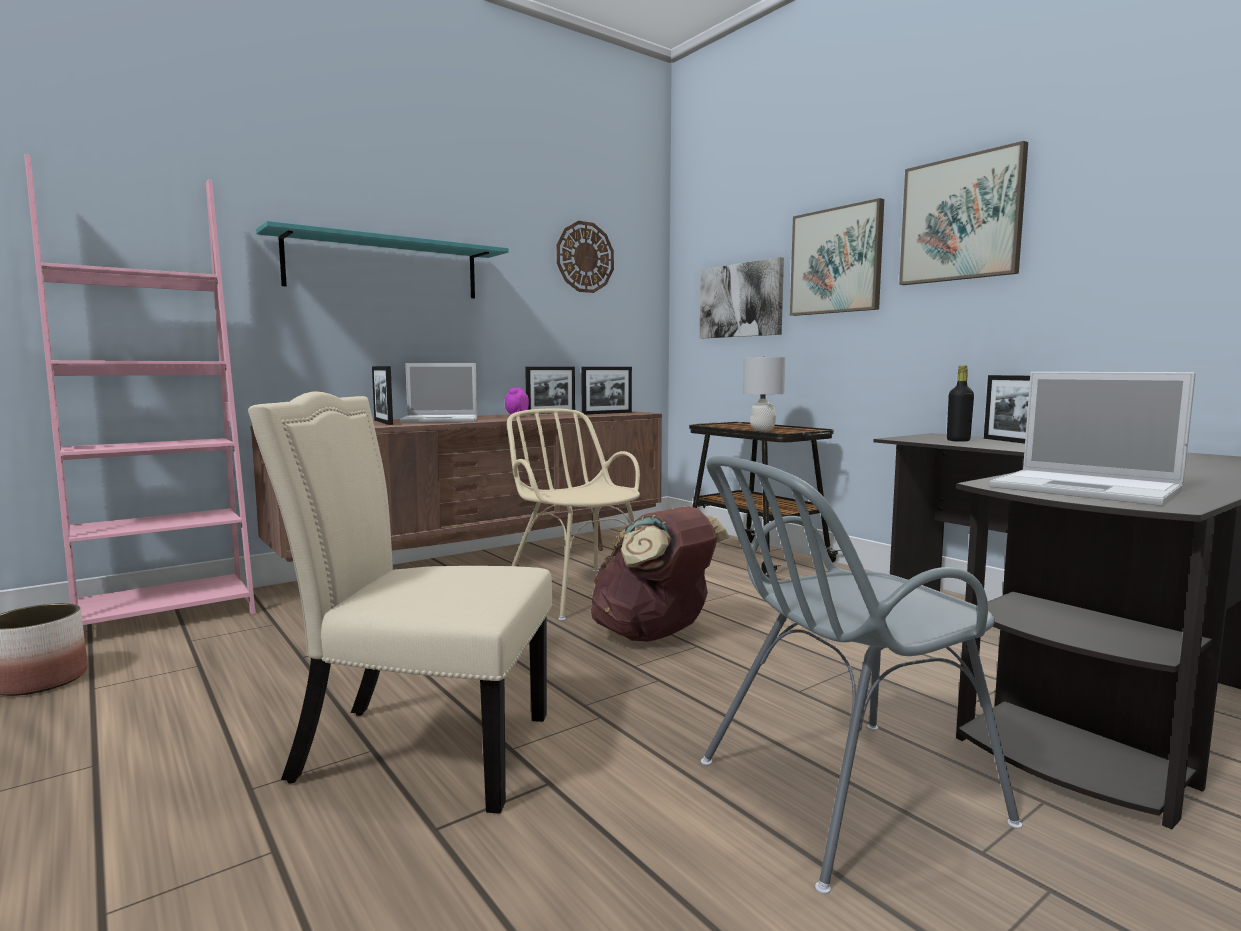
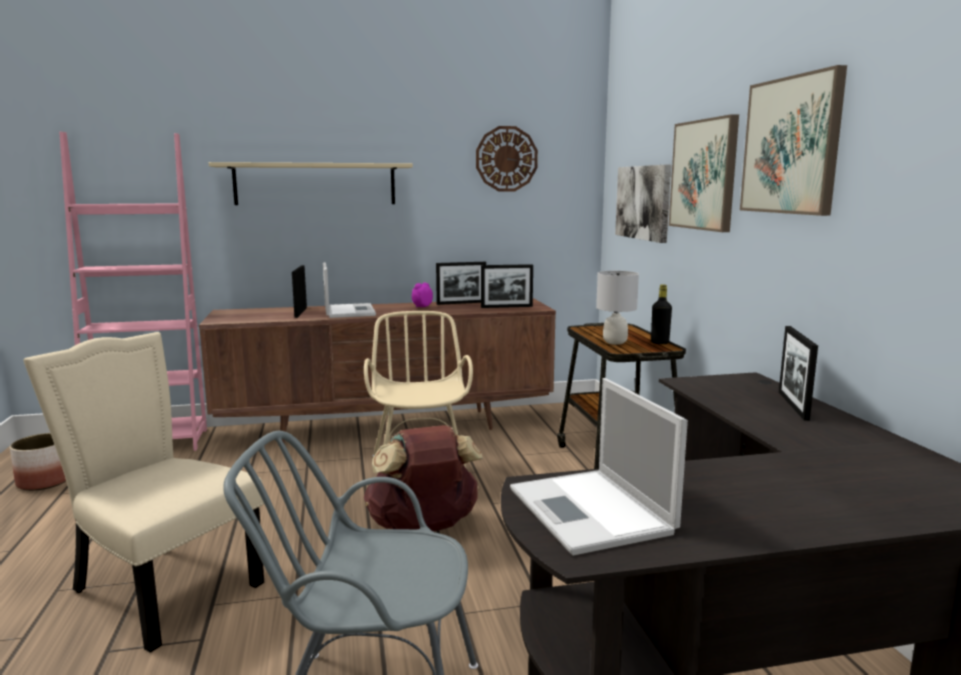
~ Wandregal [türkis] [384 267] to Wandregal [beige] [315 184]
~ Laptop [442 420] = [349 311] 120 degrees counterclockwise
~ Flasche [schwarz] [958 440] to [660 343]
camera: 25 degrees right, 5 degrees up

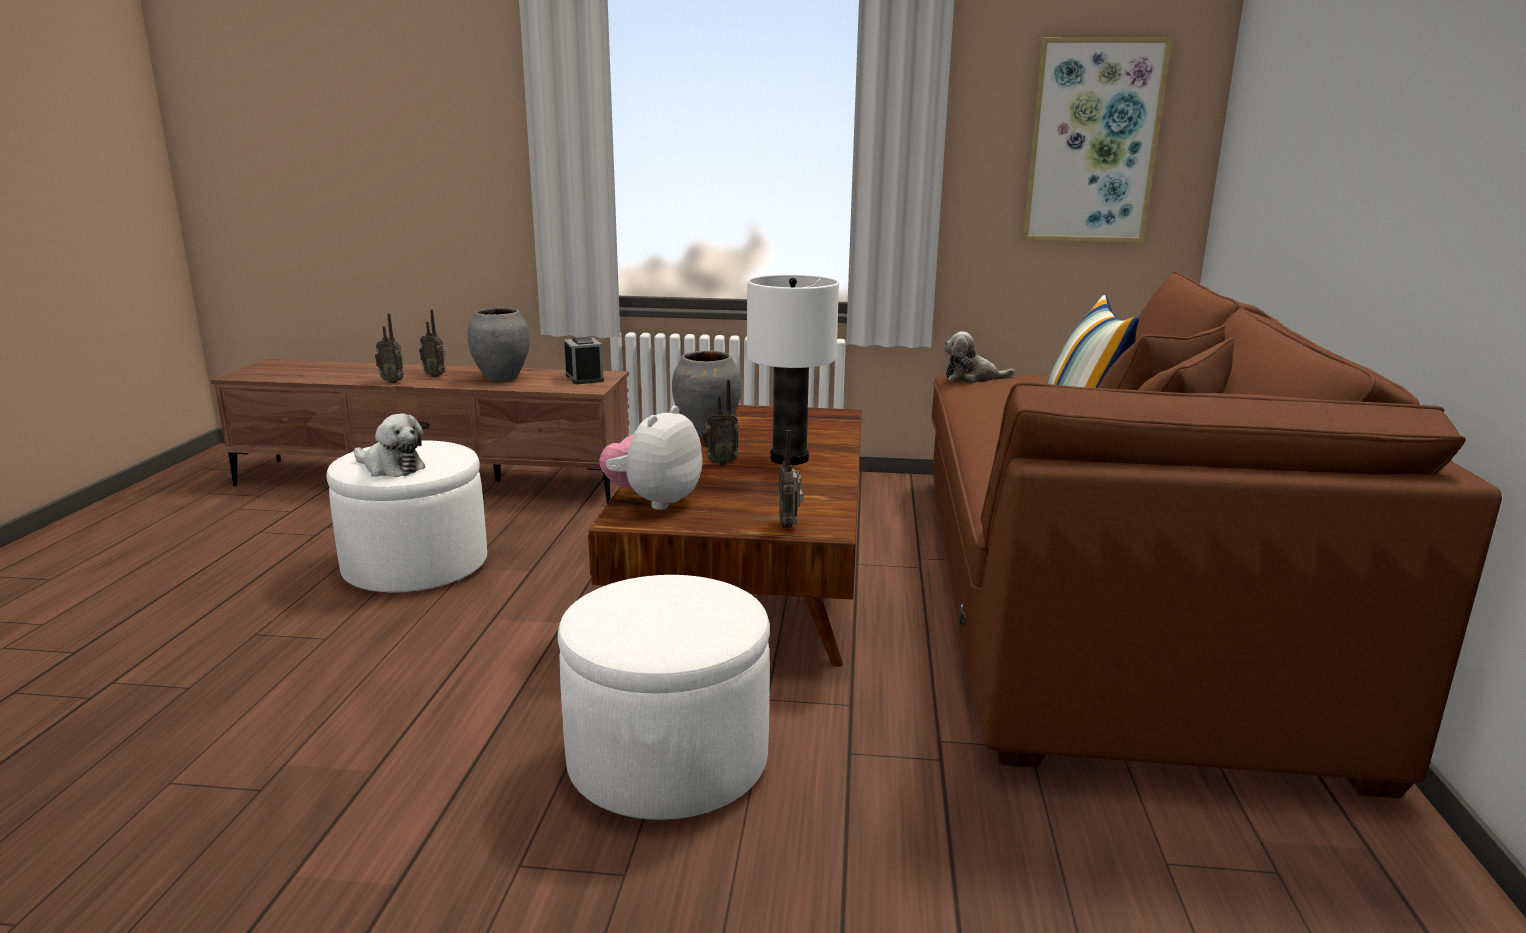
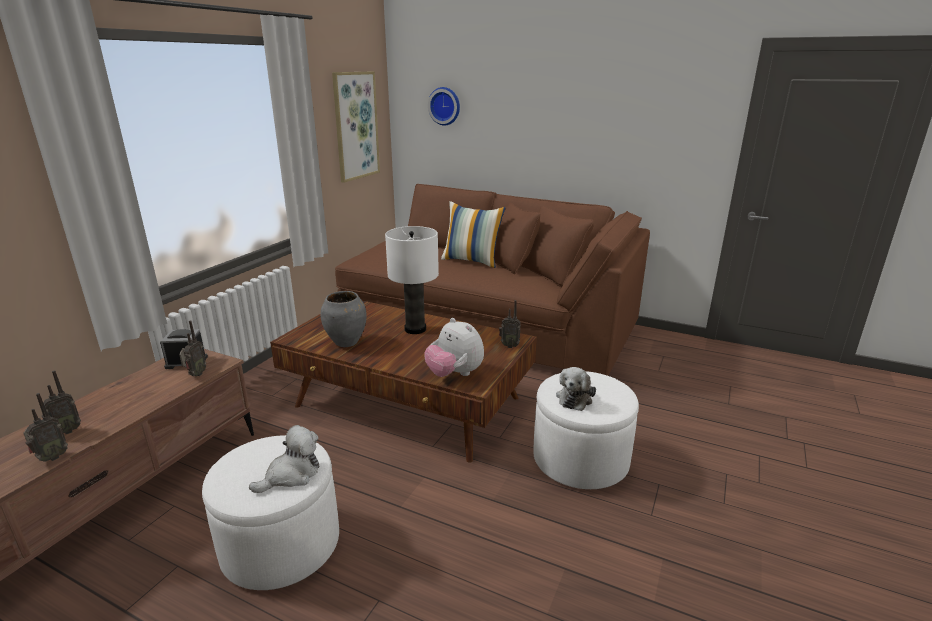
- Vase [grau] [501 378]
~ Plüschtier [972 378] to [575 397]
~ Radio [720 463] to [195 375]
+ Wanduhr [445 106]
camera: 70 degrees left, 5 degrees up

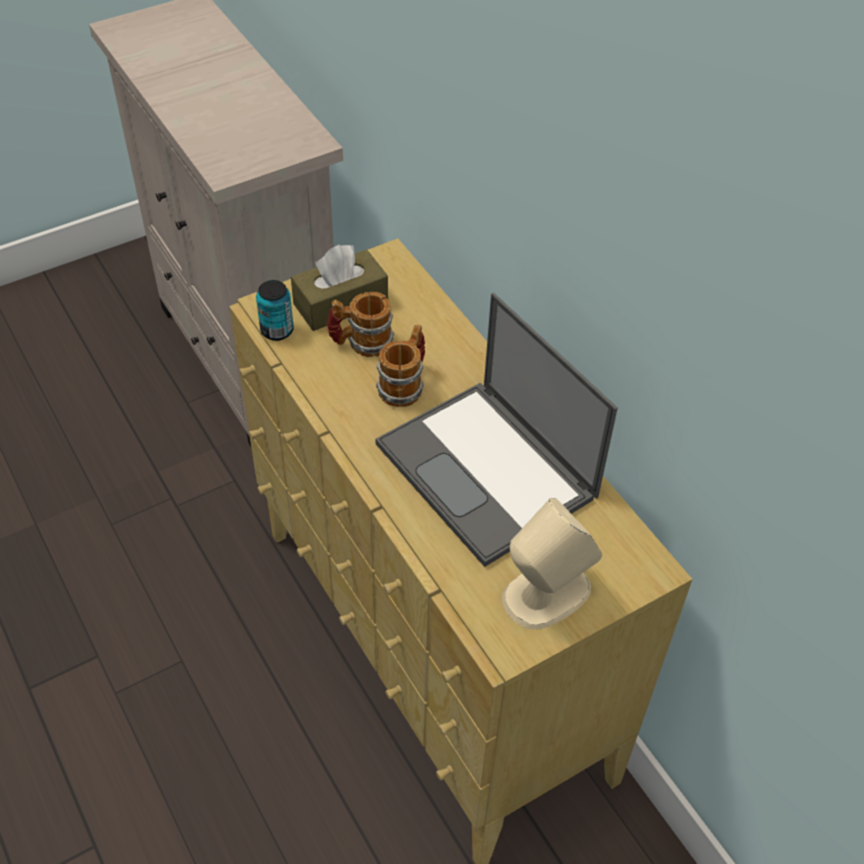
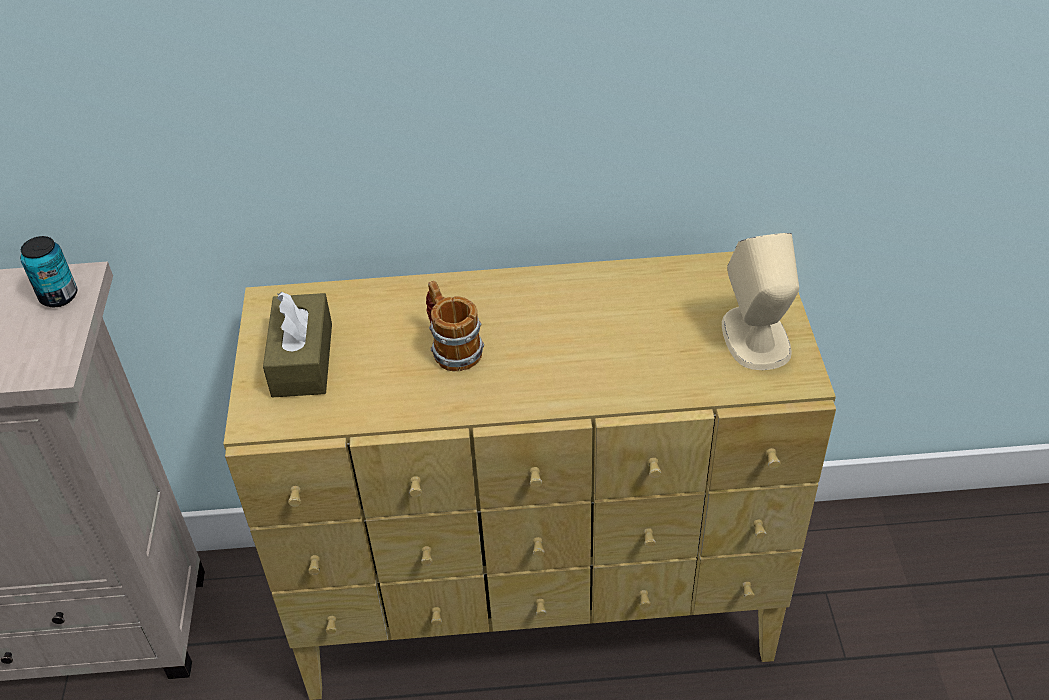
~ Dose [277 330] to [59 296]
- Henkelbecher [361 343]
- Laptop [488 471]
camera: 60 degrees left, 5 degrees down

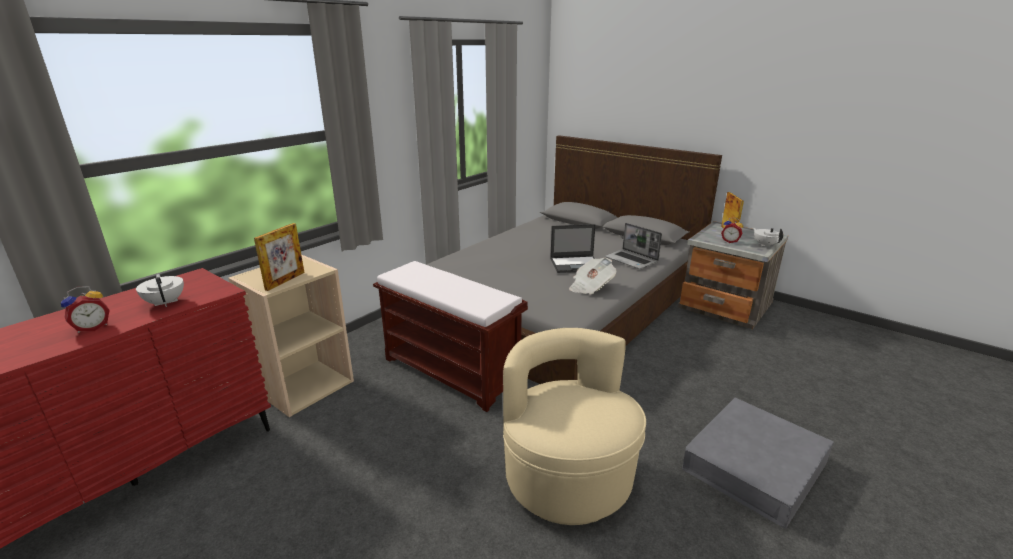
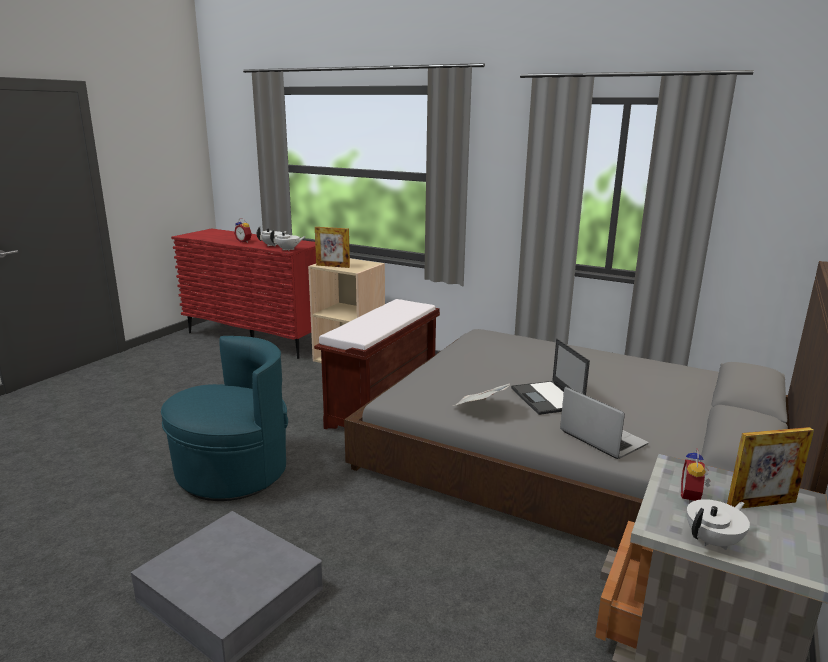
~ Laptop [632 260] = [601 438] 105 degrees clockwise
~ Sessel [beige] [569 479] to Sessel [türkis] [231 472]
+ Teekanne [weiß] [288 249]
camera: 80 degrees right, 5 degrees down

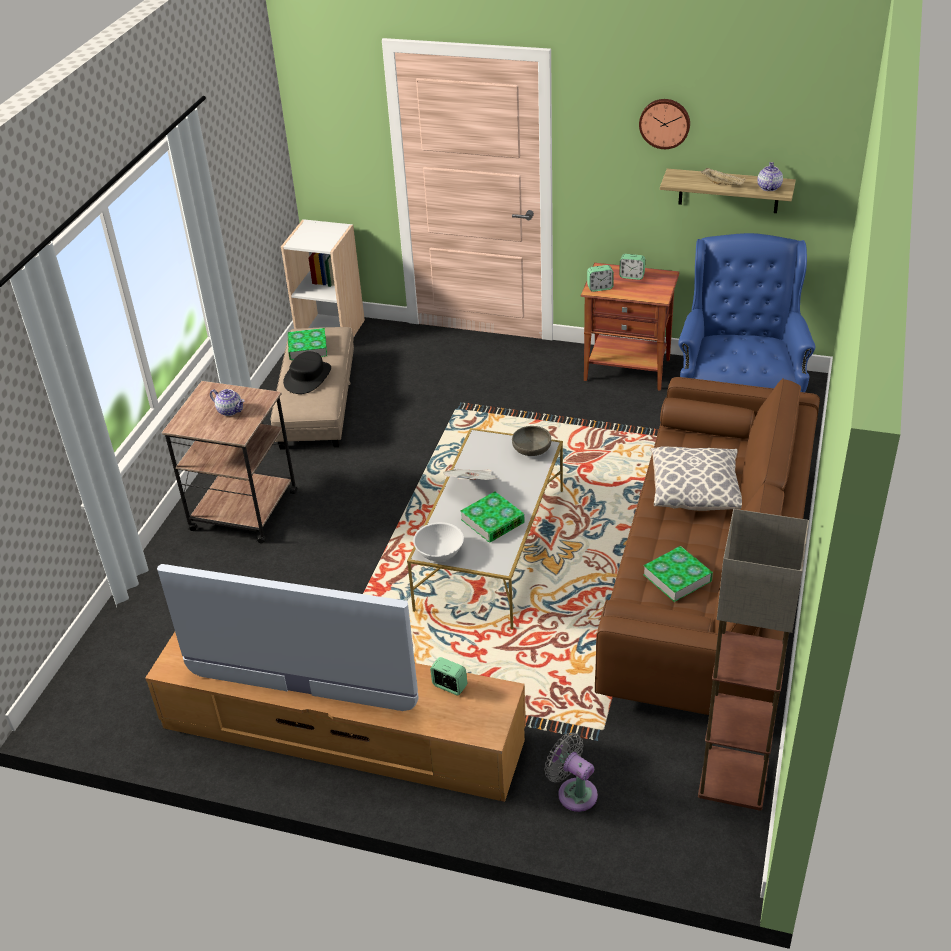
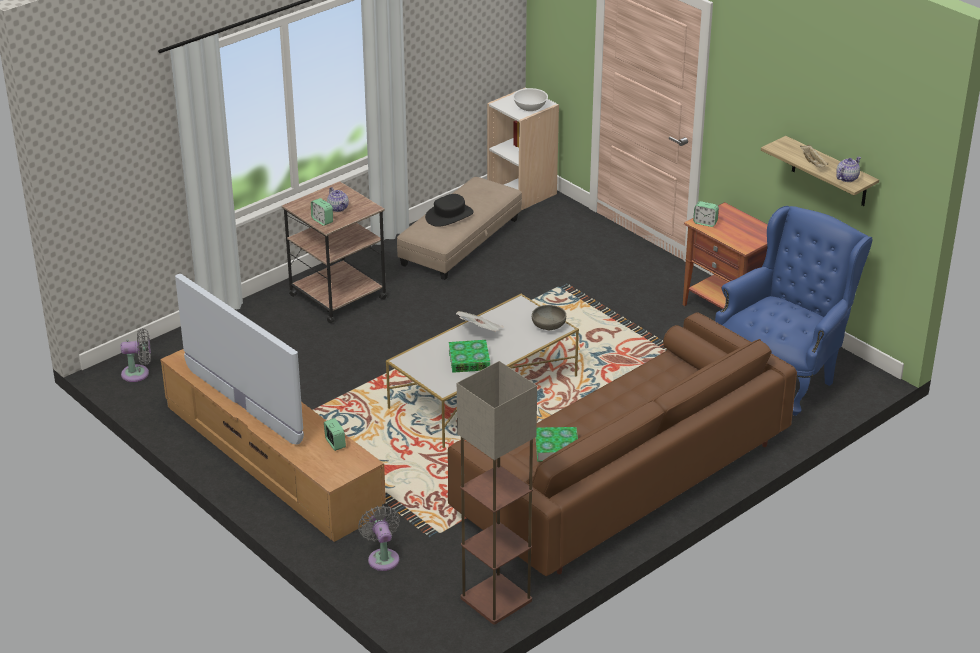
- Wanduhr [665 123]
~ Wecker [632 276] to [322 220]
- Buch [307 348]
- Kissen [695 491]
~ Schüssel [weiß] [439 552] to [530 107]
+ Ventilator [grau] [138 373]
camera: 30 degrees right, 5 degrees down

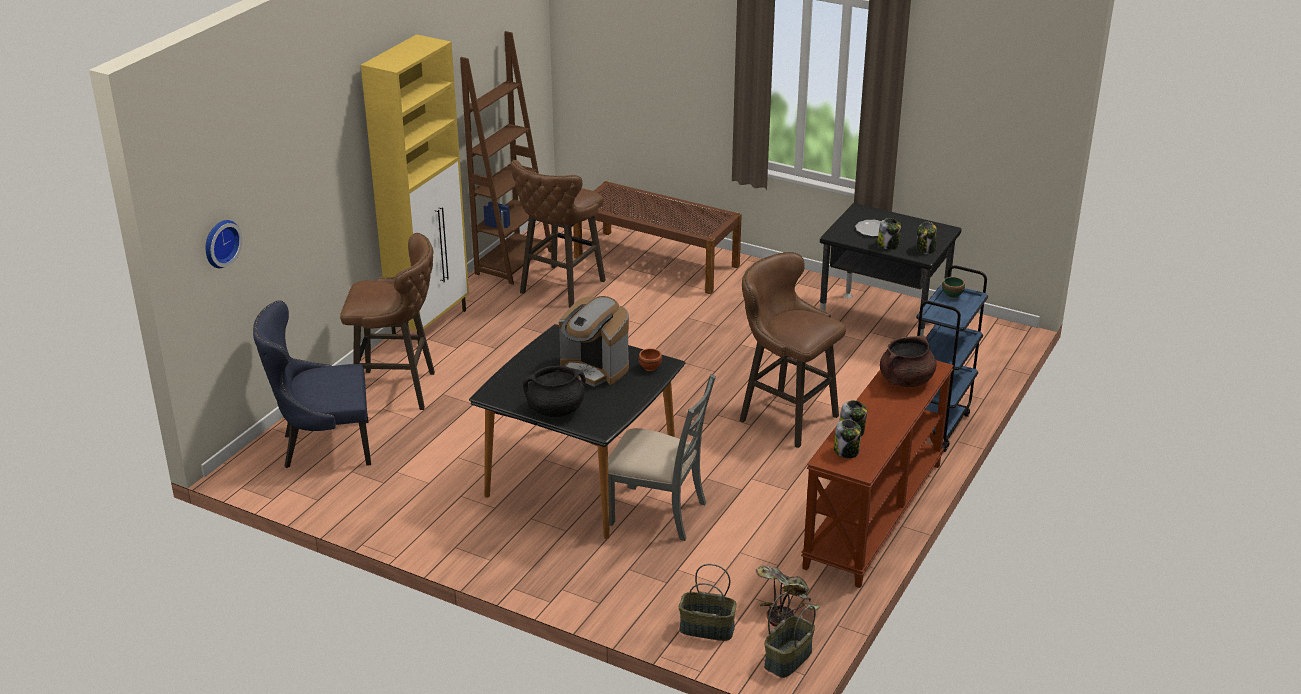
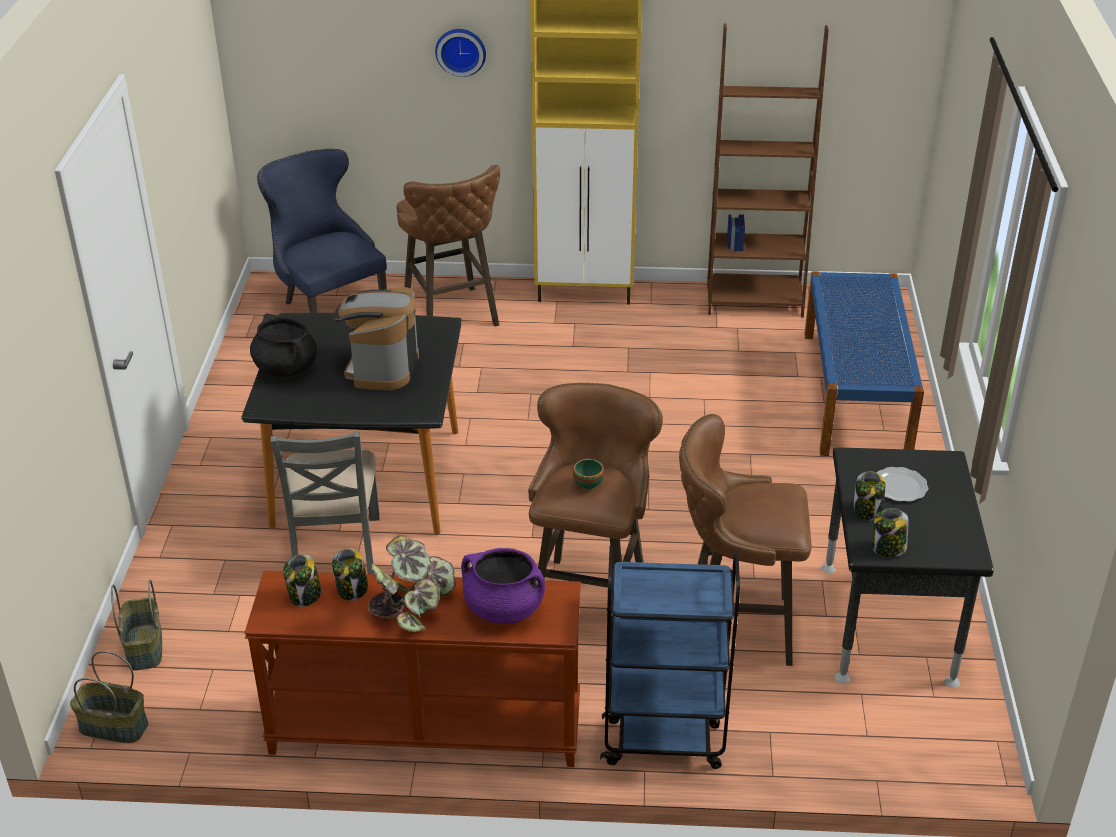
~ Hocker [braun] [560 288] to [733 627]
~ Bank [braun] [657 261] to Bank [blau] [856 393]
~ Wanduhr [219 243] to [461 51]
~ Schüssel [grün] [951 295] to [587 484]
~ Kochtopf [braun] [906 381] to Kochtopf [lila] [503 609]
- Schüssel [braun] [649 367]
~ Topfpflanze [784 606] to [412 606]
camera: 65 degrees right, 5 degrees up

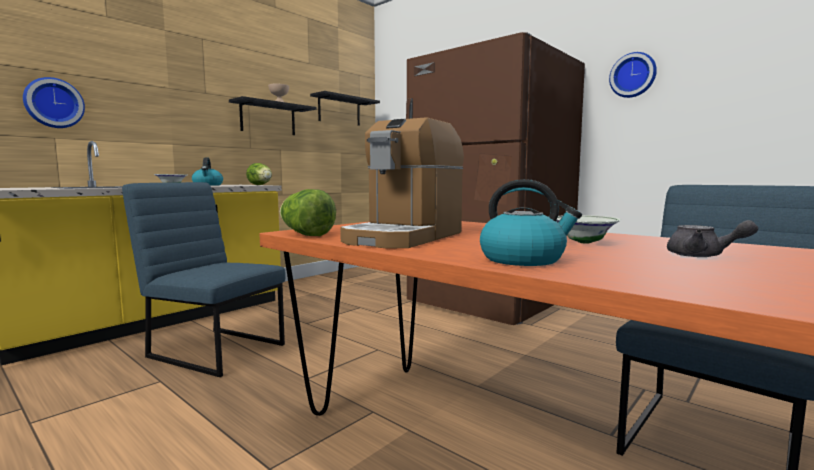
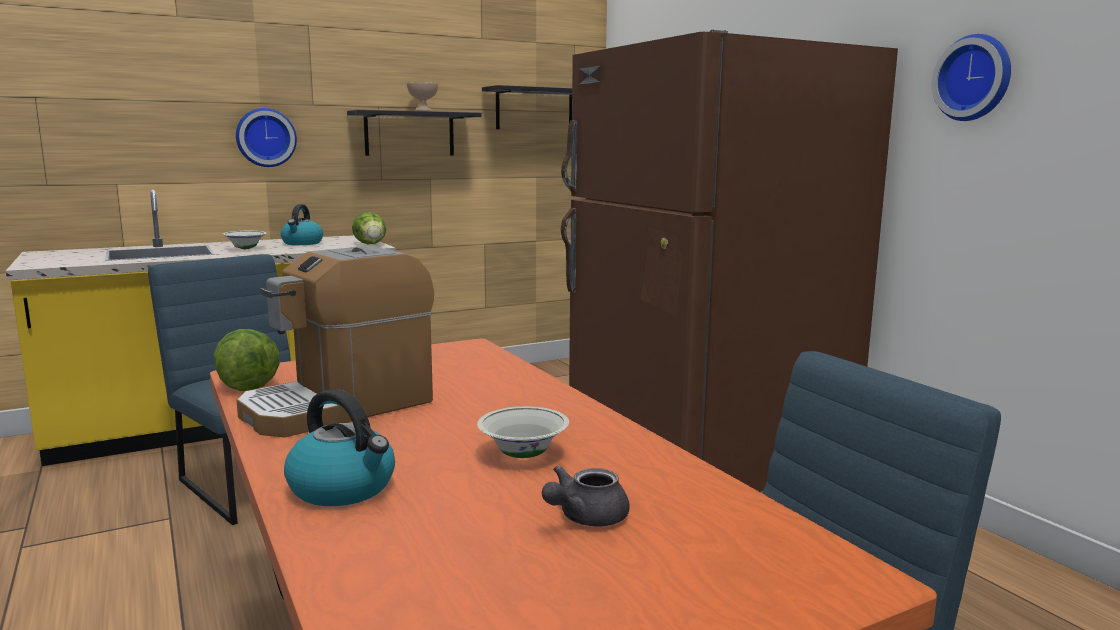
~ Wanduhr [53 103] to [265 137]
~ Teekanne [grau] [703 256] = [585 518] 75 degrees clockwise
camera: 20 degrees right, 5 degrees up

